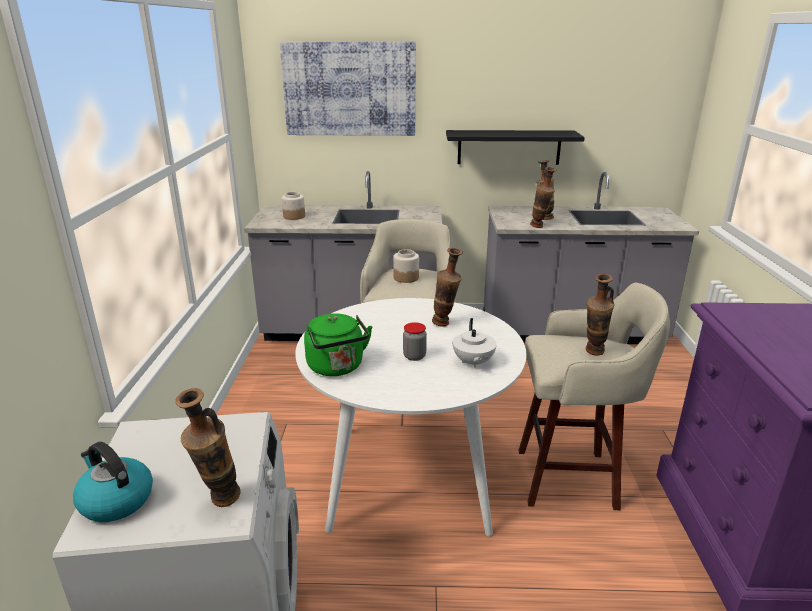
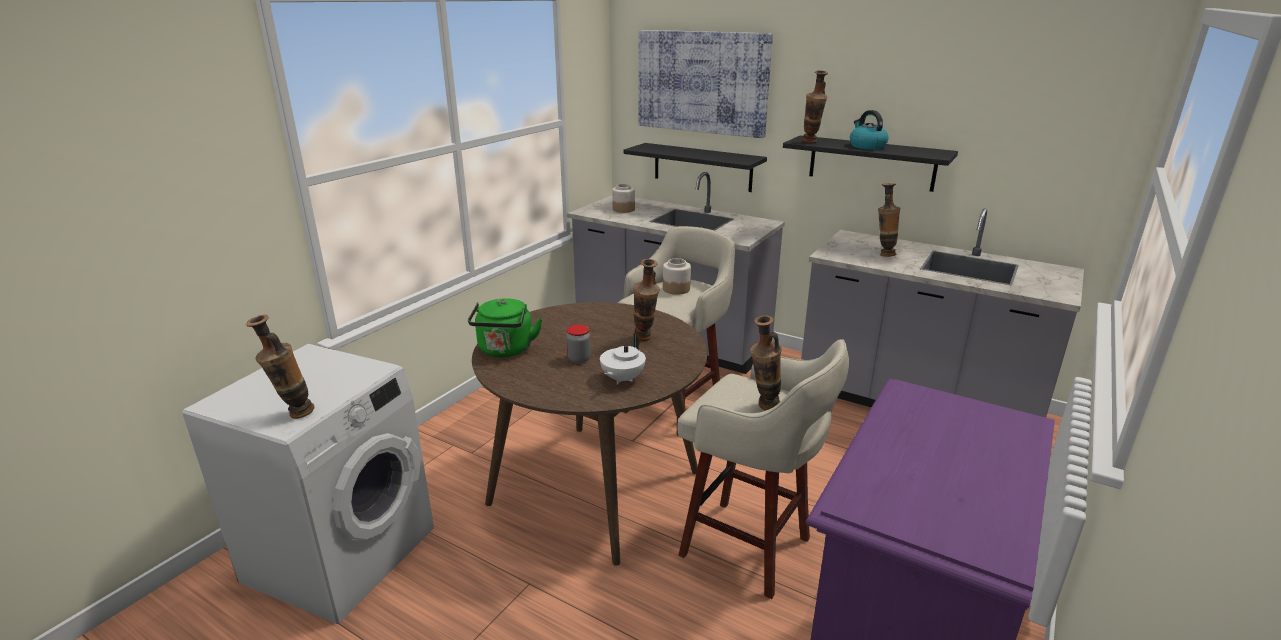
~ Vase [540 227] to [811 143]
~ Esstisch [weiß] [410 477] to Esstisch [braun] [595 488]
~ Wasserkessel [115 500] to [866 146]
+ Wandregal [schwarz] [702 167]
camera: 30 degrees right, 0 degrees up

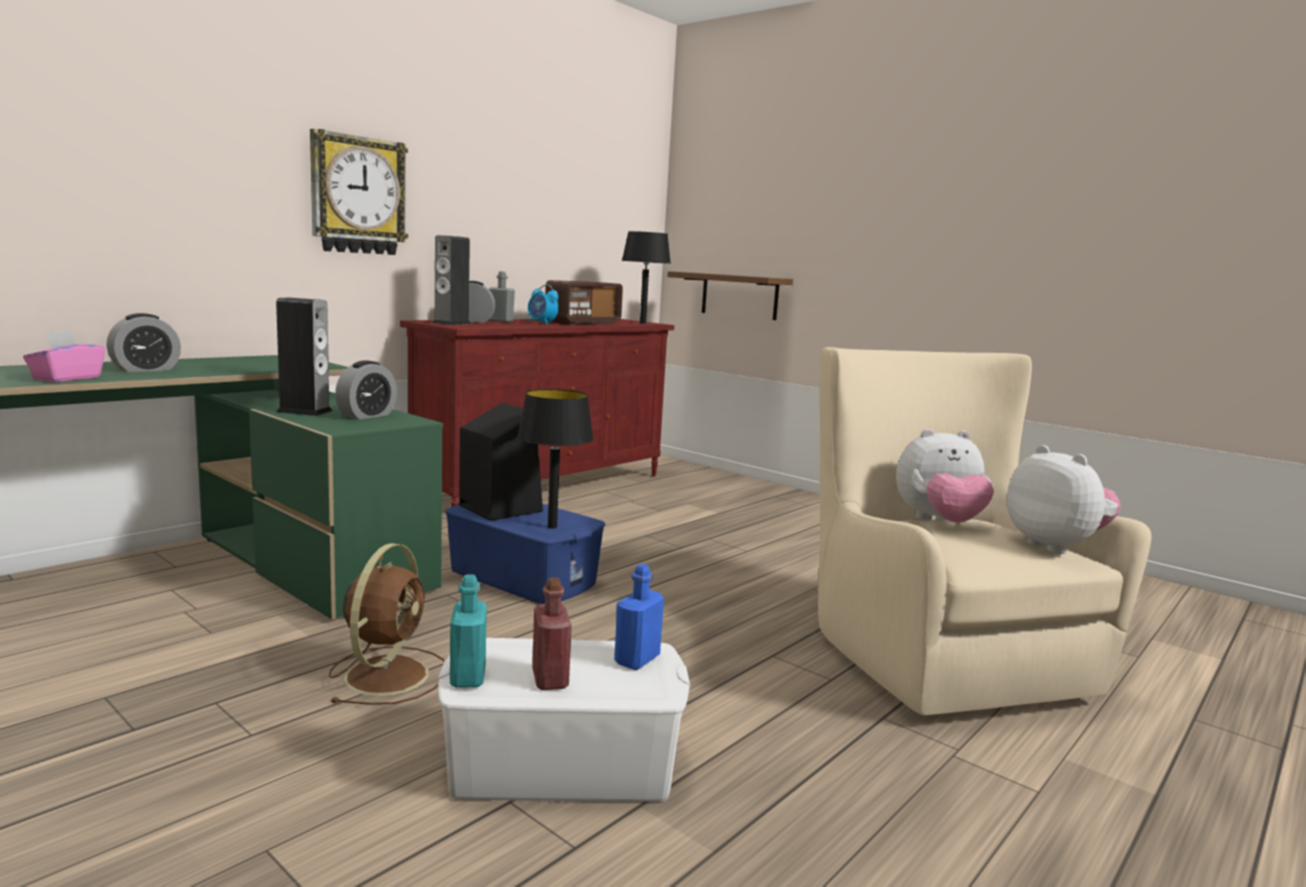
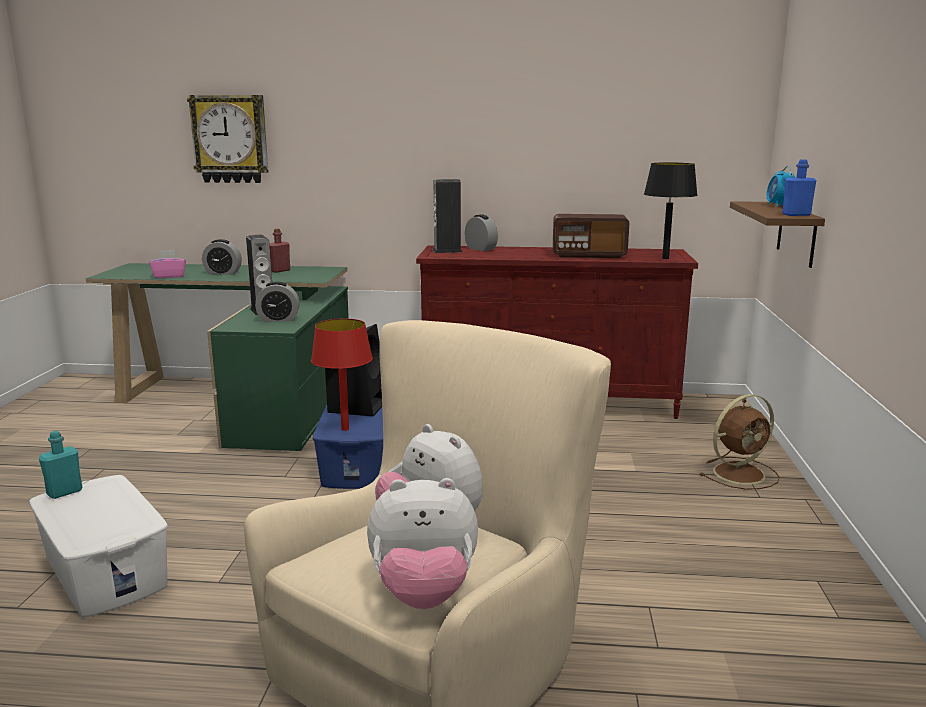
~ Wanduhr [357 195] to [230 139]
- Flasche [grau] [501 321]
~ Wecker [542 323] to [778 206]
~ Tischlampe [schwarz] [552 527] to Tischlampe [rot] [345 429]
~ Plüschtier [1055 546] = [423 593] 60 degrees clockwise
~ Ventilator [braun] [388 674] to [740 473]
~ Flasche [blau] [637 660] to [796 215]
~ Flasche [rot] [550 679] to [280 270]
camera: 55 degrees right, 5 degrees up

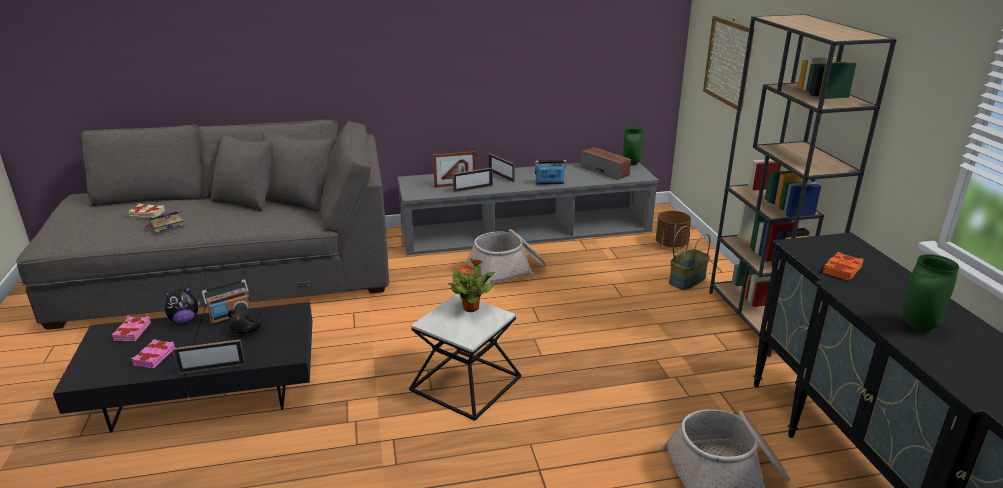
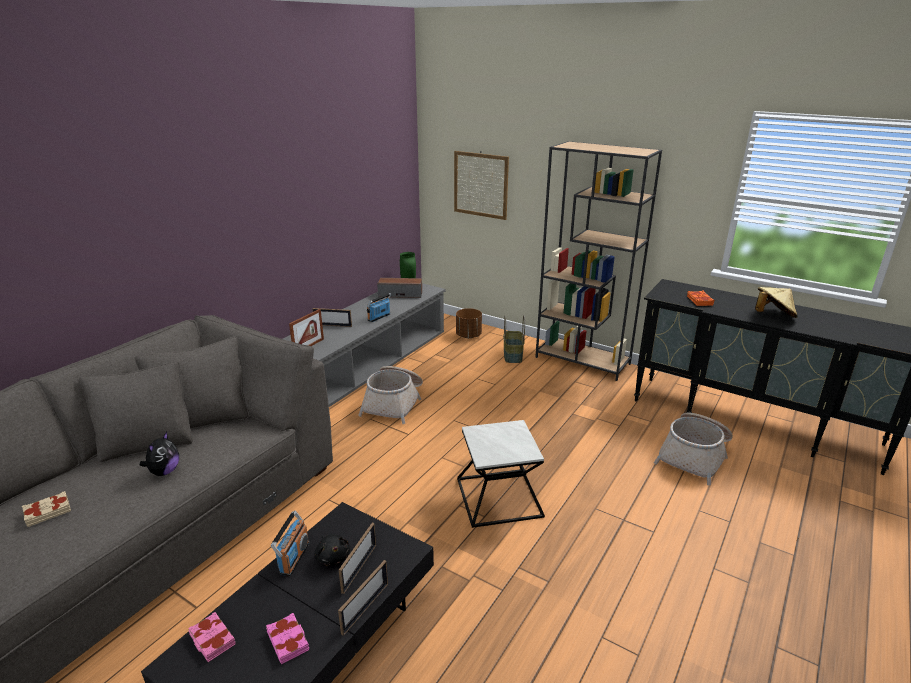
~ Bilderrahmen [473 189] to [359 568]
- Buch [166 225]
~ Vase [grün] [917 326] to Hut [beige] [773 316]
- Topfpflanze [471 308]
~ Plüschtier [184 320] to [164 471]
camera: 45 degrees left, 0 degrees up

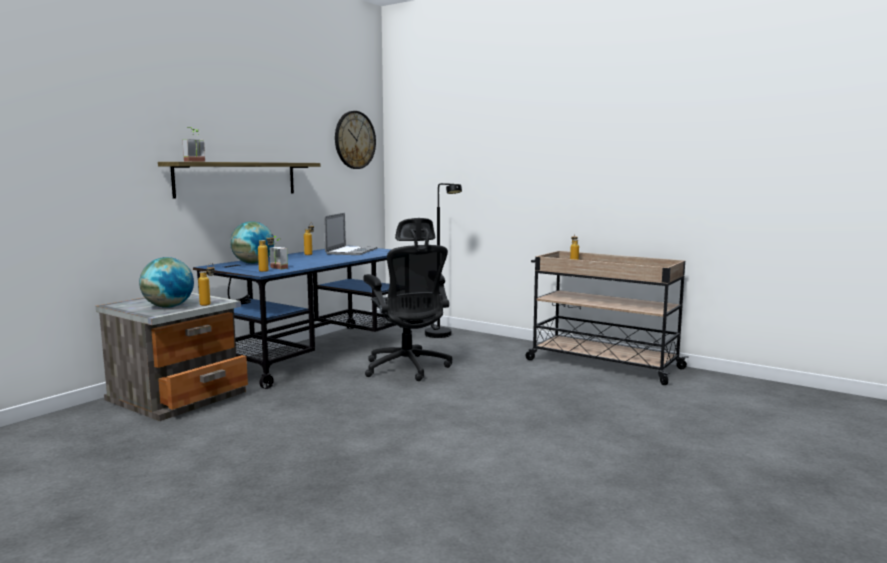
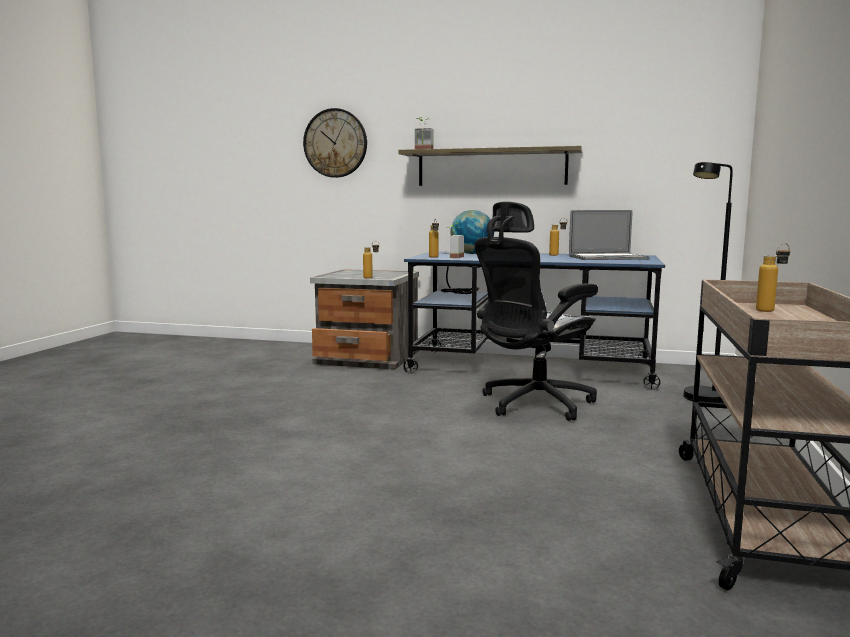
~ Wanduhr [354 140] to [335 143]
- Globus [169 307]
camera: 70 degrees right, 0 degrees up

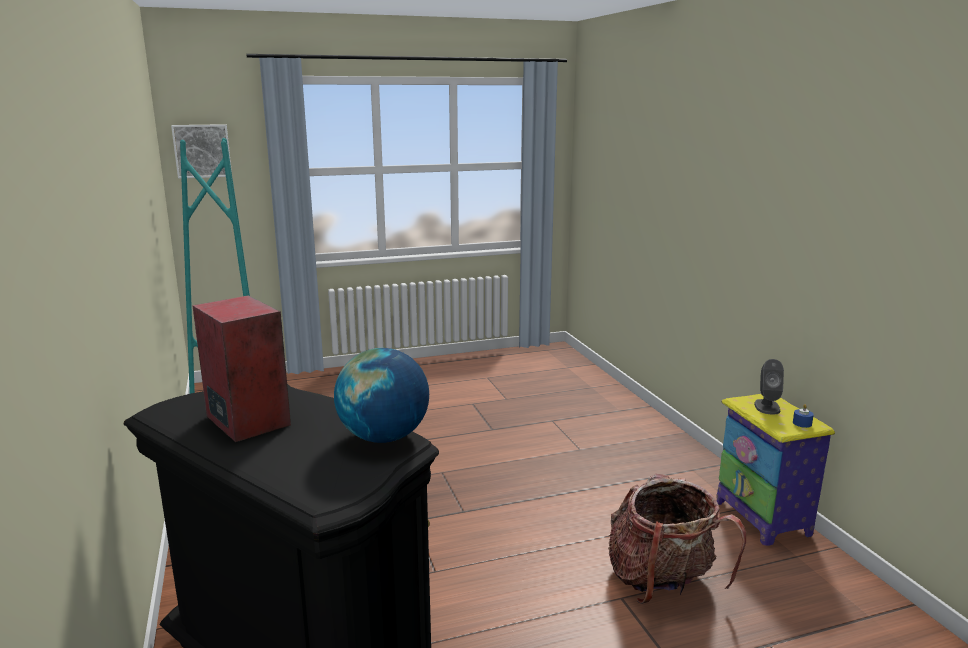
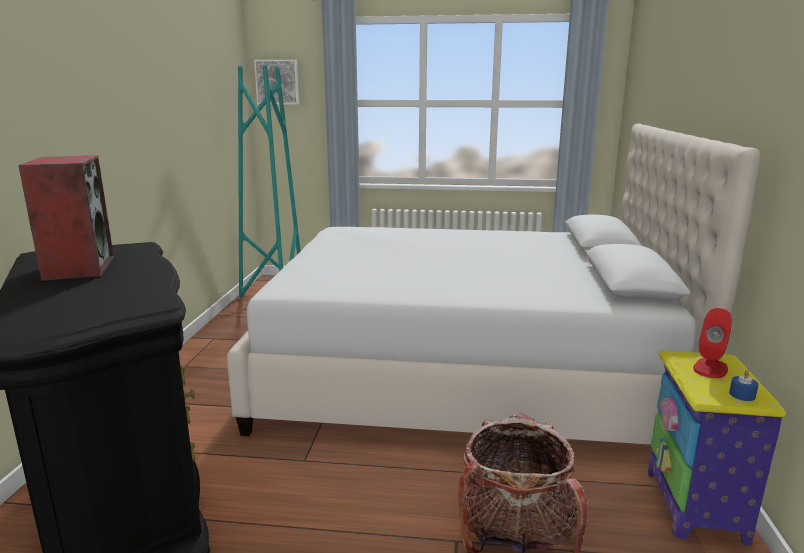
- Globus [383 437]
~ Lautsprecher [grau] [767 407] to Lautsprecher [rot] [710 368]
+ Bett [weiß] [463 372]
camera: 25 degrees right, 0 degrees up

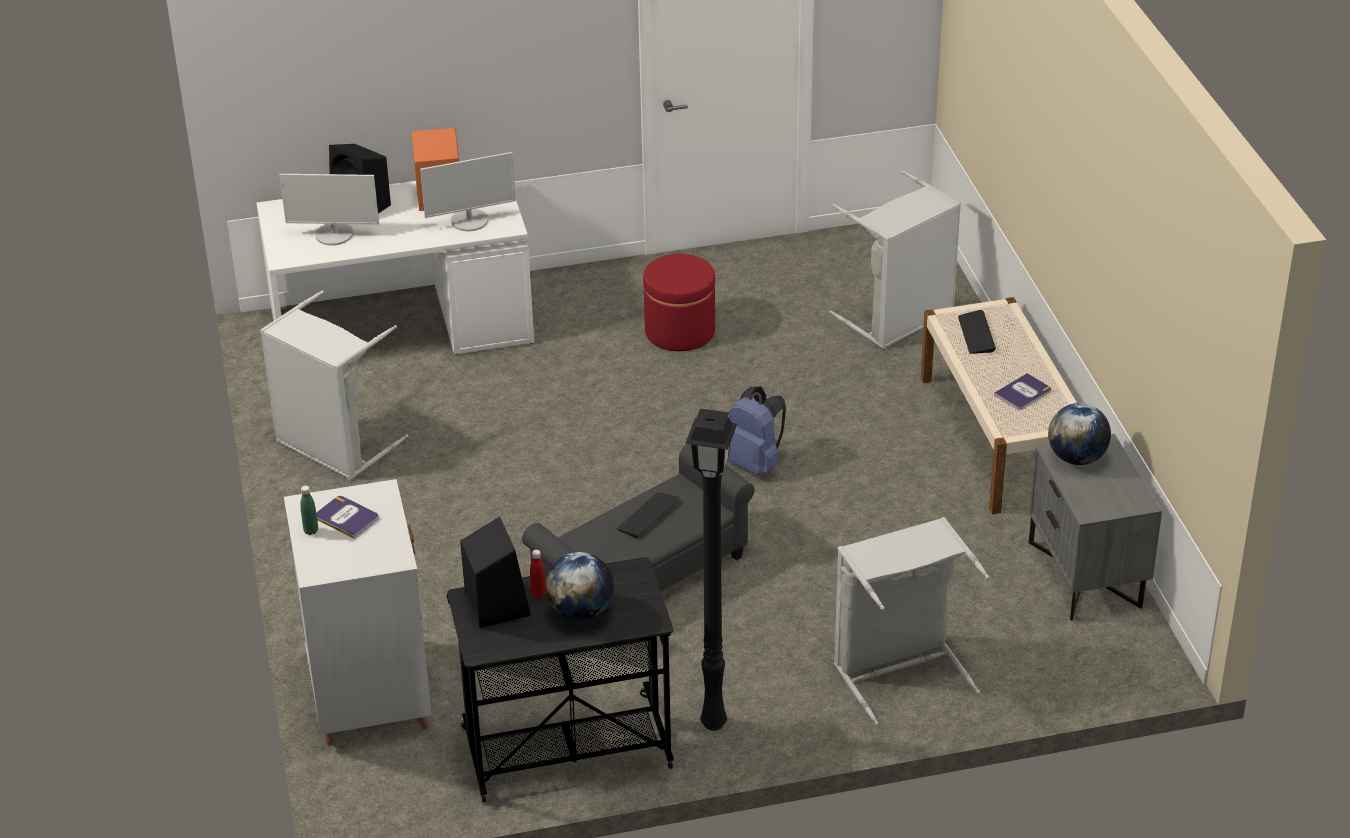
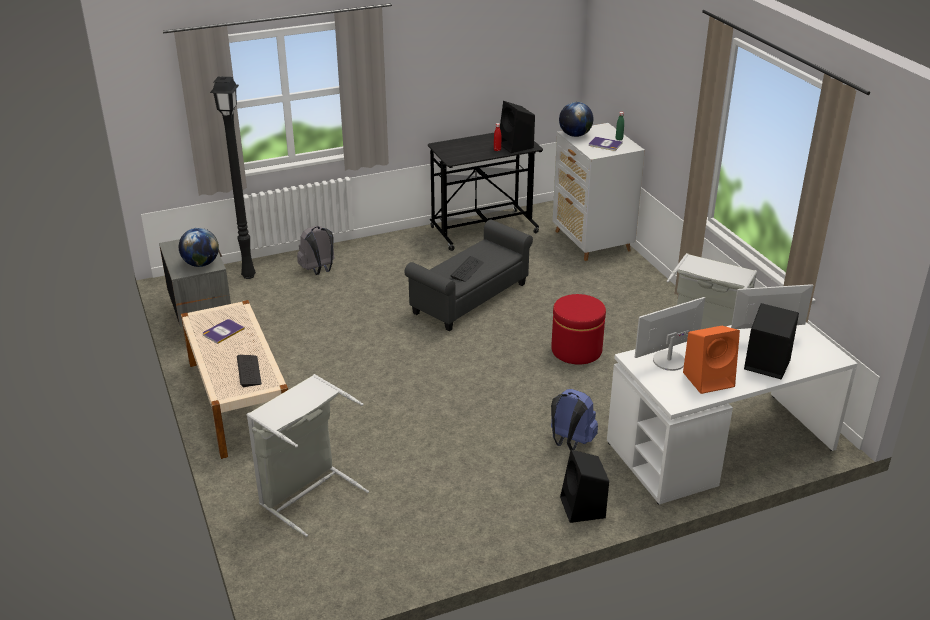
~ Polsterhocker [rot] [680 332] to [576 350]
~ Rucksack [blau] [754 463] to [570 442]
~ Stehlampe [schwarz] [714 724] to [248 275]
~ Wäschekorb [grau] [900 670] to Rucksack [grau] [318 270]
~ Globus [580 612] to [575 135]
+ Lautsprecher [schwarz] [583 508]
camera: 170 degrees right, 5 degrees down

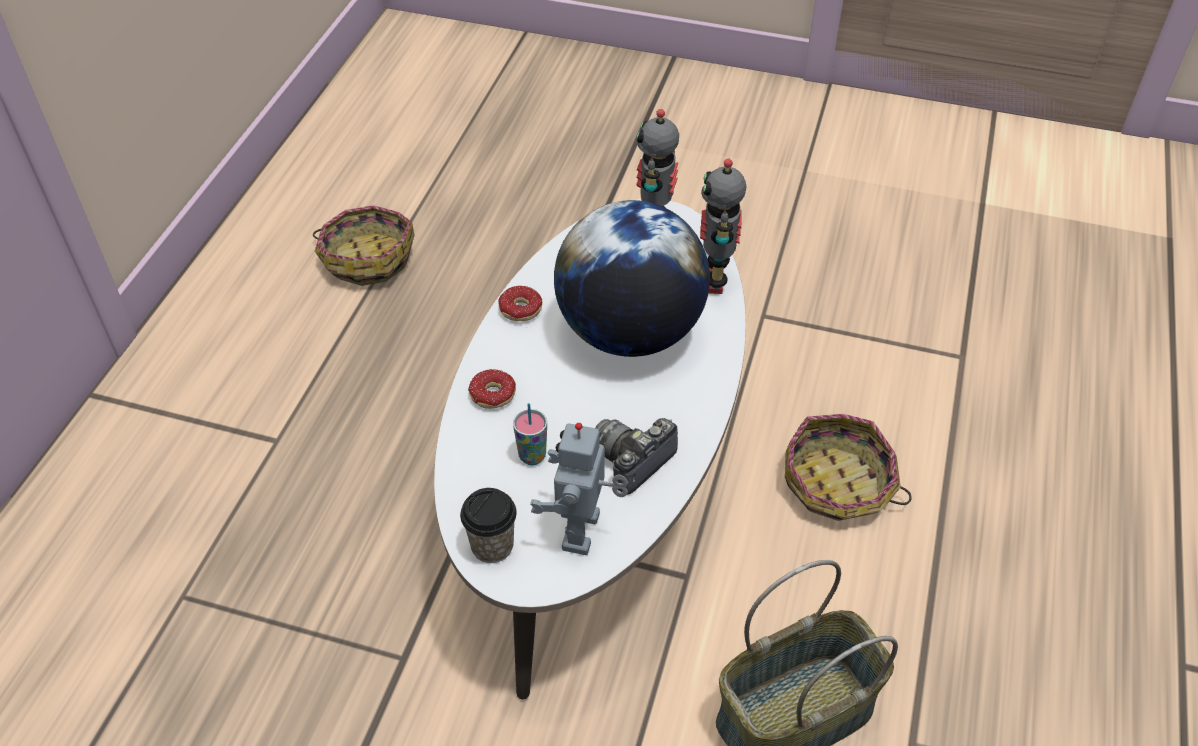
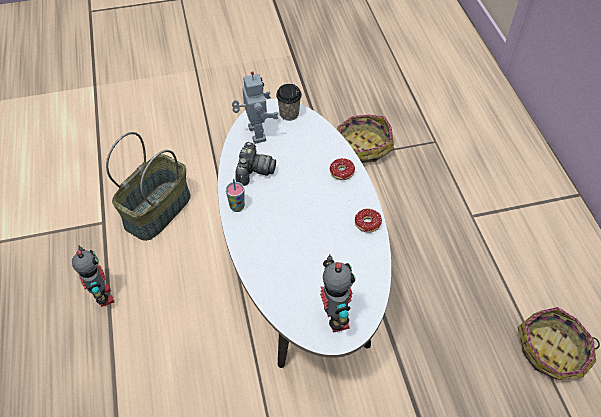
~ Spielzeugroboter [714 280] to [103 297]
- Globus [630 332]
~ Tasse [532 456] to [237 207]
~ Korb [837 484] to [362 145]
camera: 150 degrees right, 5 degrees up

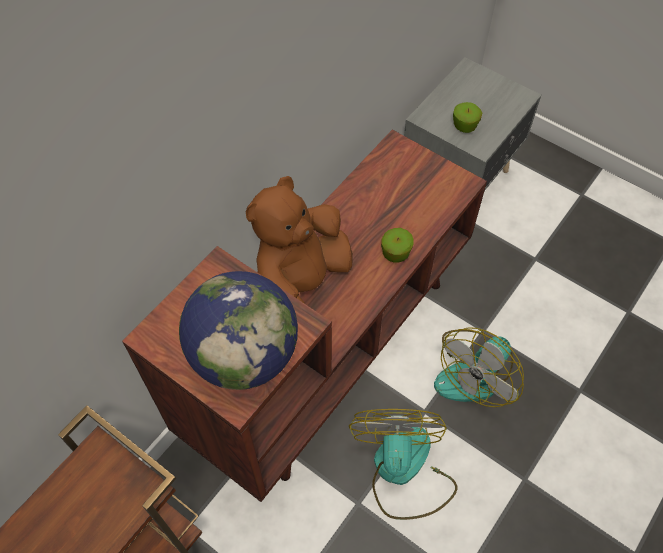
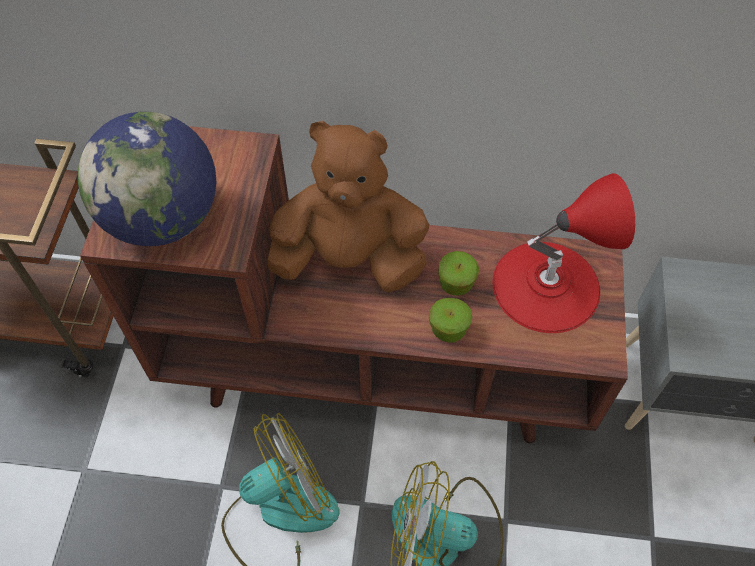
~ Apfel [464 126] to [456 283]
+ Tischlampe [rot] [546 285]
camera: 60 degrees right, 0 degrees up

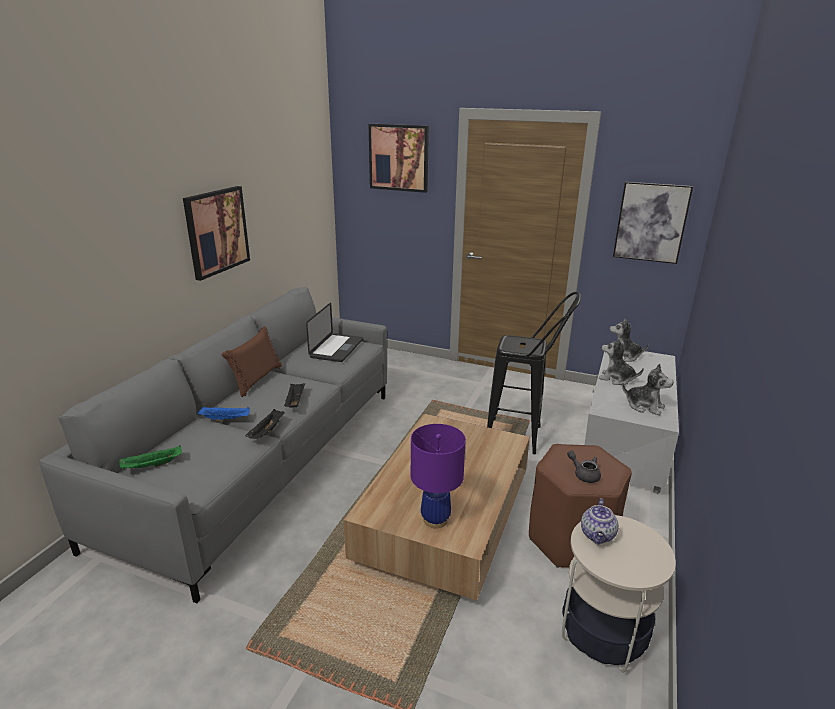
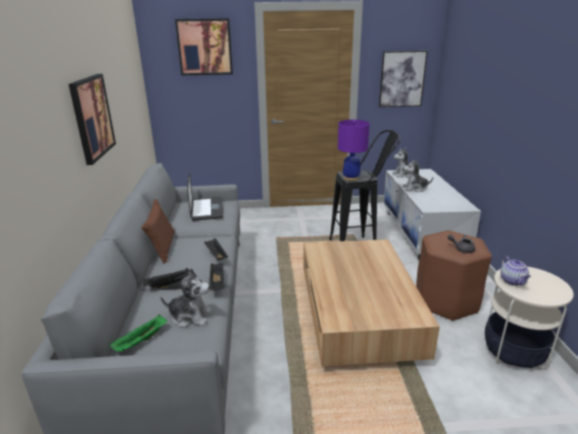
~ Plüschtier [644 406] to [190 316]
~ Tablett [blau] [226 419] to Tablett [schwarz] [169 284]
~ Tischlampe [lila] [435 519] to [351 178]
camera: 25 degrees left, 0 degrees up

